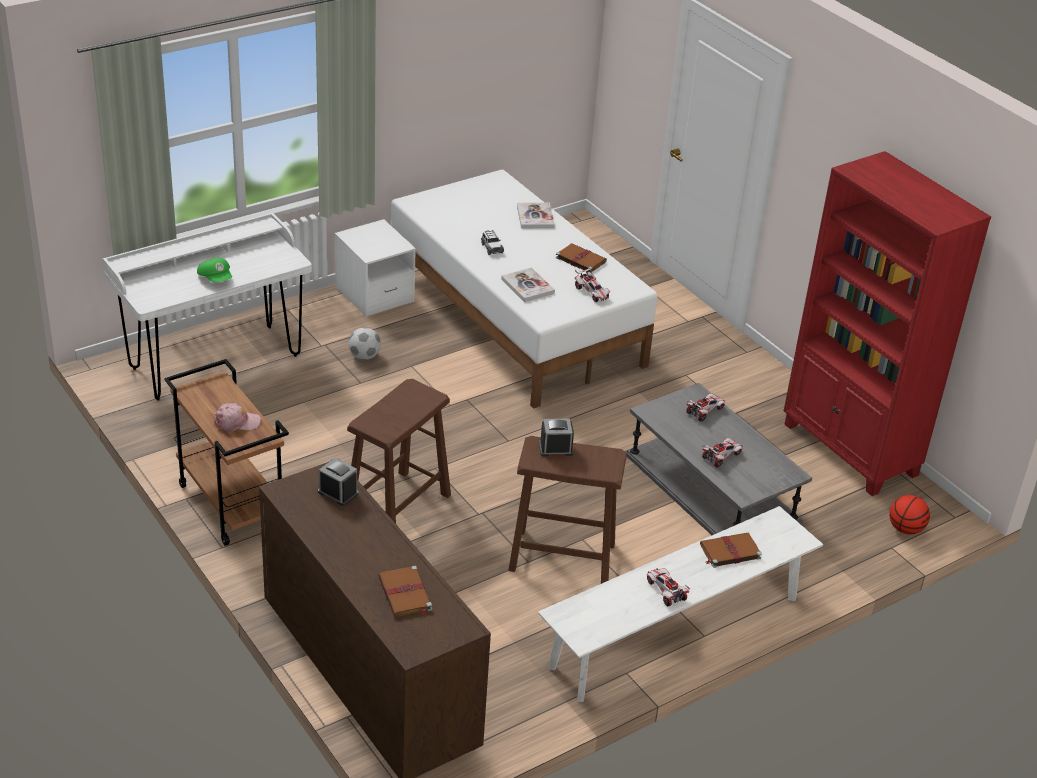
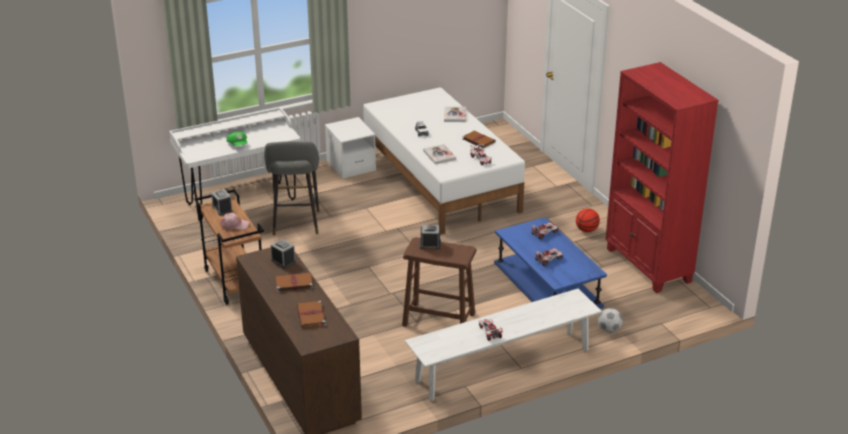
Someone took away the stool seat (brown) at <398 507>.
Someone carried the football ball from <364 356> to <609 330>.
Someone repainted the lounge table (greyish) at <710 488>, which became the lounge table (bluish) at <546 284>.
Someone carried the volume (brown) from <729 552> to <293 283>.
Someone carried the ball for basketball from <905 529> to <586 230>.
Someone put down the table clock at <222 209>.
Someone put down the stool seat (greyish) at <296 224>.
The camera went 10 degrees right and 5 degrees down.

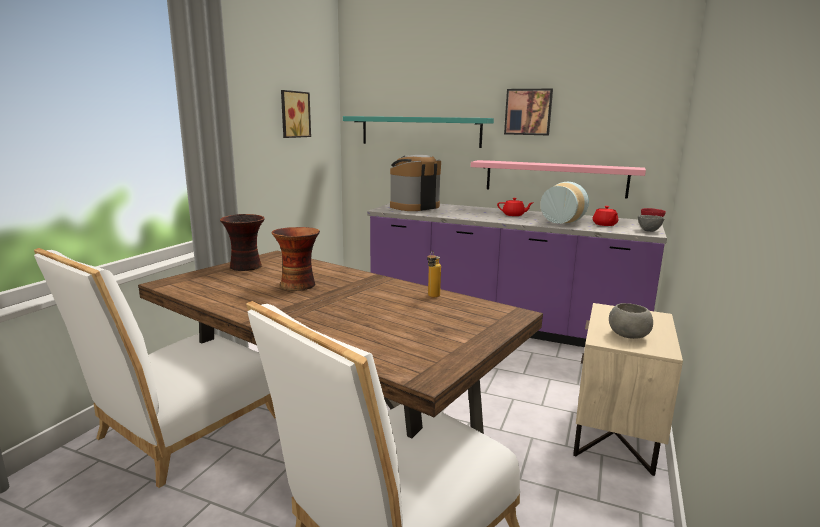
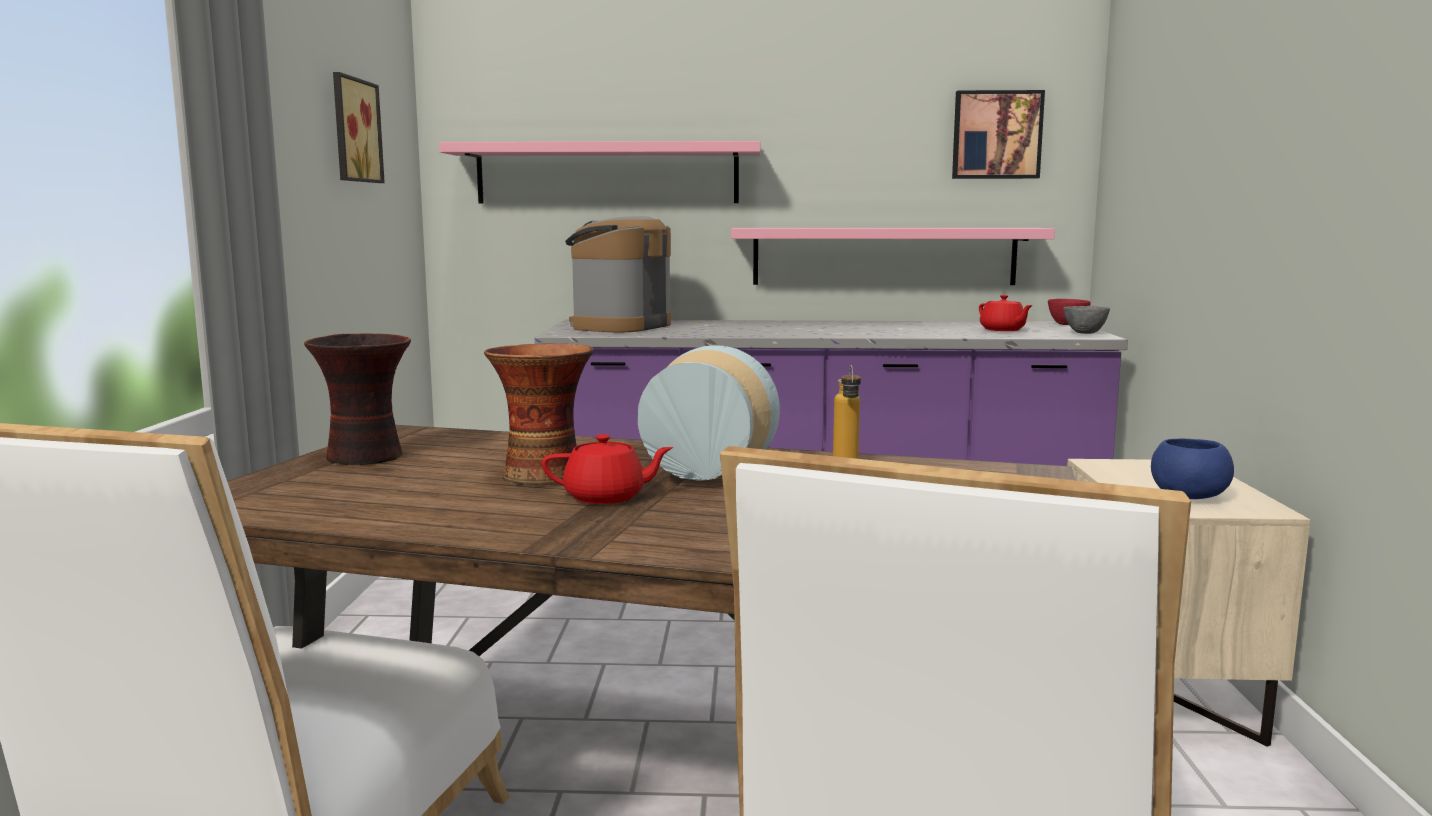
Someone repainted the bracket shelf (turquoise) at <420 131>, which became the bracket shelf (pink-coloured) at <607 174>.
Someone carried the teapot (red) from <514 215> to <606 497>.
Someone carried the picture from <528 112> to <996 135>.
Someone carried the vase from <564 223> to <714 472>.
Someone repainted the bowl (greyish) at <628 336>, which became the bowl (bluish) at <1189 497>.
The camera went 20 degrees left and 5 degrees down.

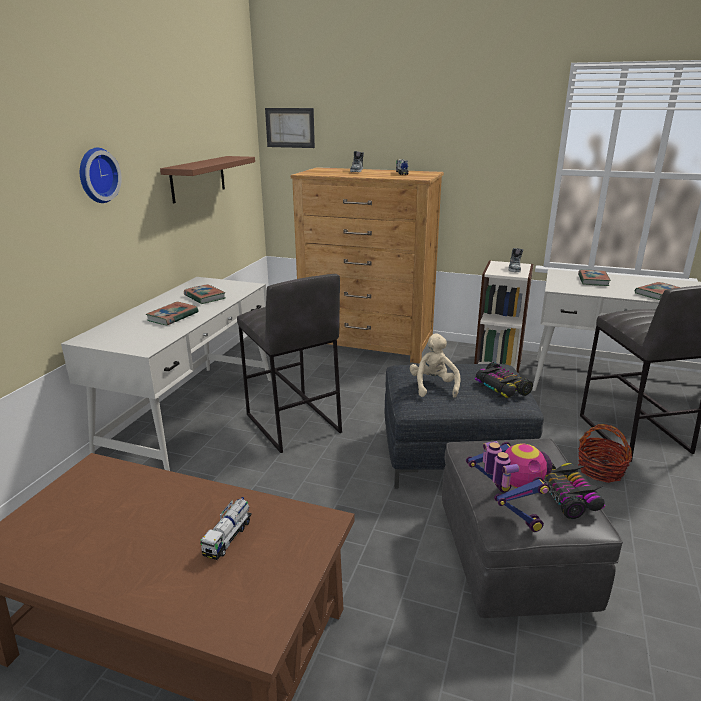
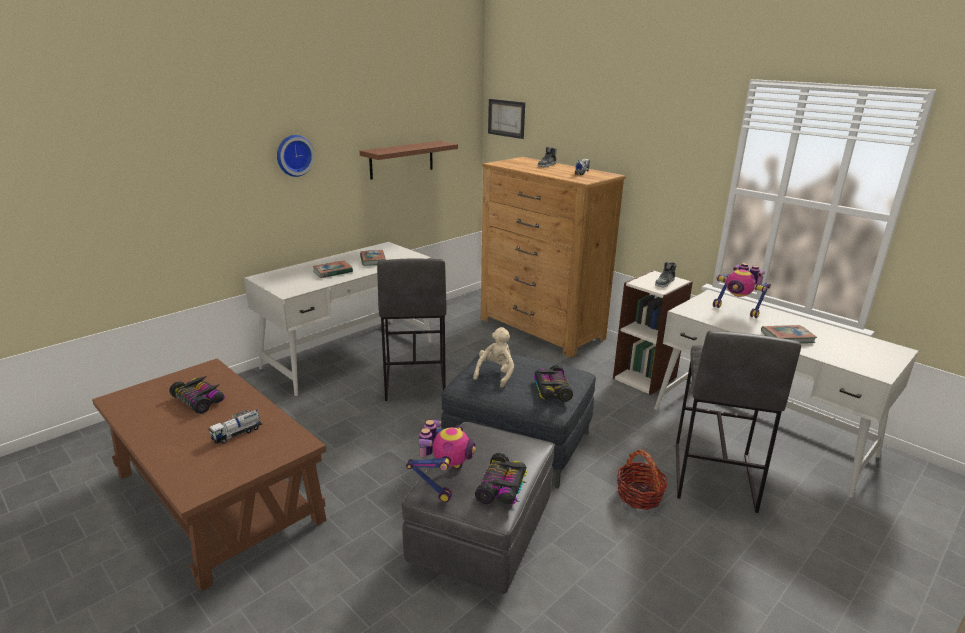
Someone swapped the volume at <593 280> for the model robot at <737 310>.
Someone put down the miniature car at <200 400>.
The camera went 25 degrees right and 0 degrees up.

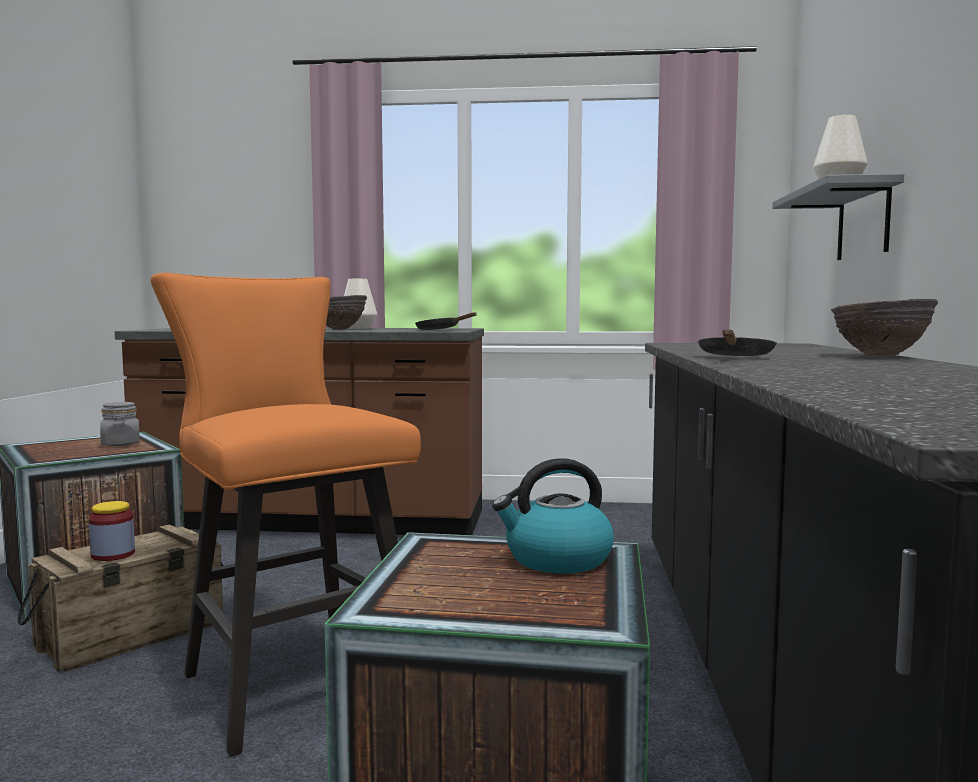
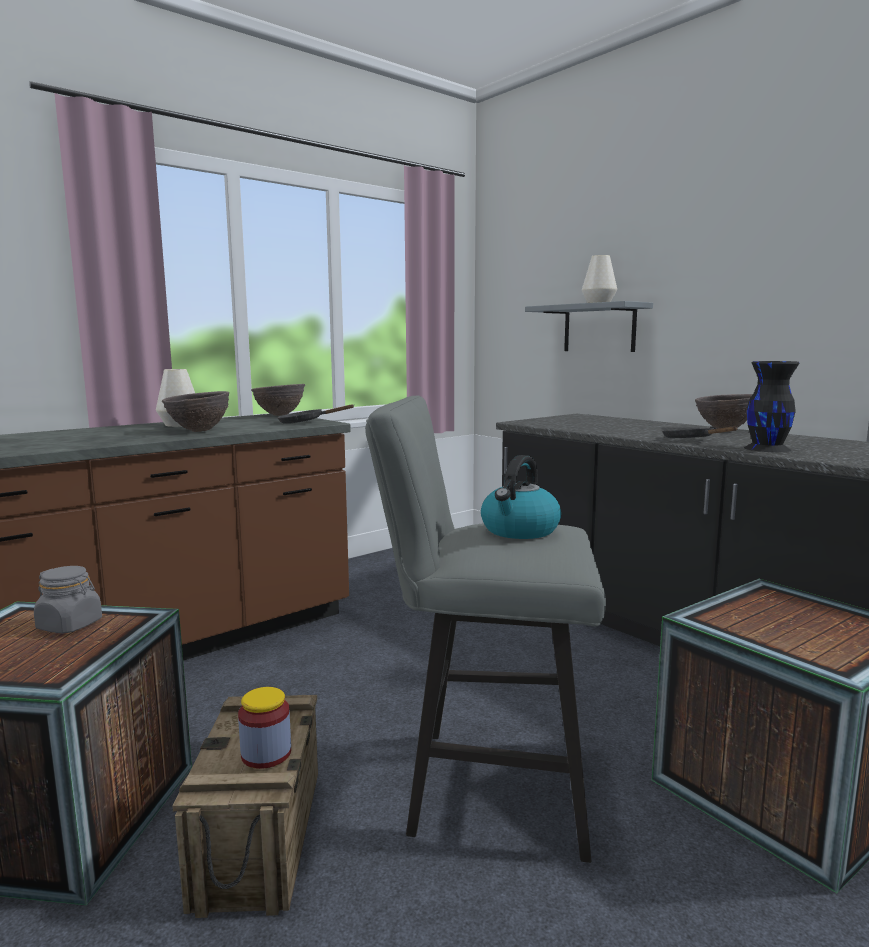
Someone repainted the stool seat (orange) at <291 677>, which became the stool seat (greyish) at <484 785>.
Someone carried the water kettle from <557 560> to <520 531>.
Someone put down the bowl (brown) at <279 415>.
Someone put down the vase (black-coloured) at <767 448>.
The camera went 45 degrees left and 5 degrees up.

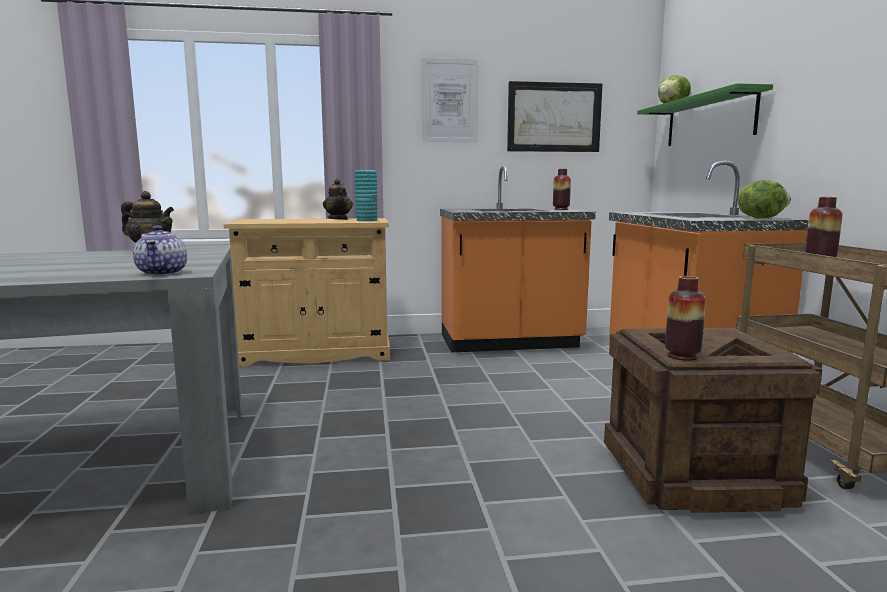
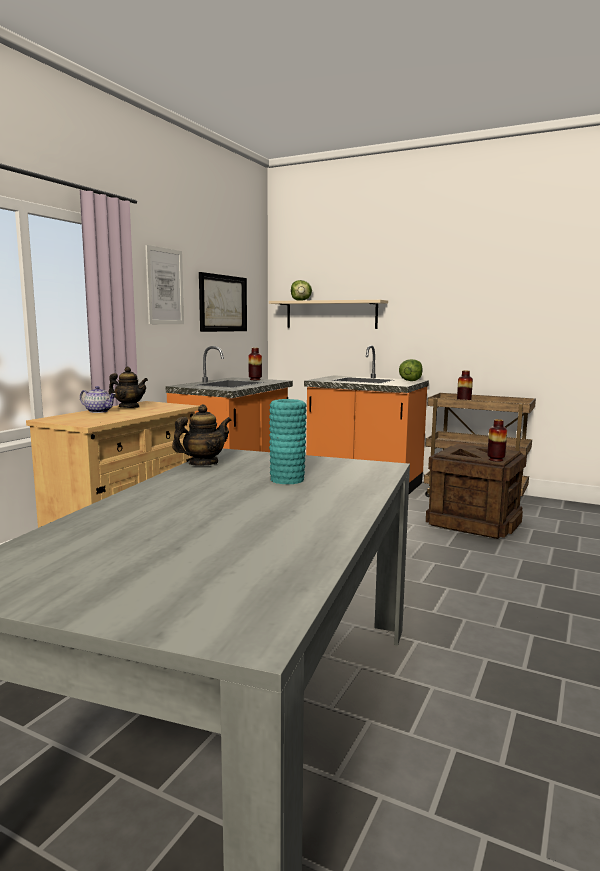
Someone carried the teapot from <163 273> to <99 411>.
Someone carried the vase (turquoise) from <367 220> to <287 480>.
Someone repainted the bracket shelf (greenish) at <709 120>, which became the bracket shelf (sand-coloured) at <331 314>.
The camera went 55 degrees left and 0 degrees up.

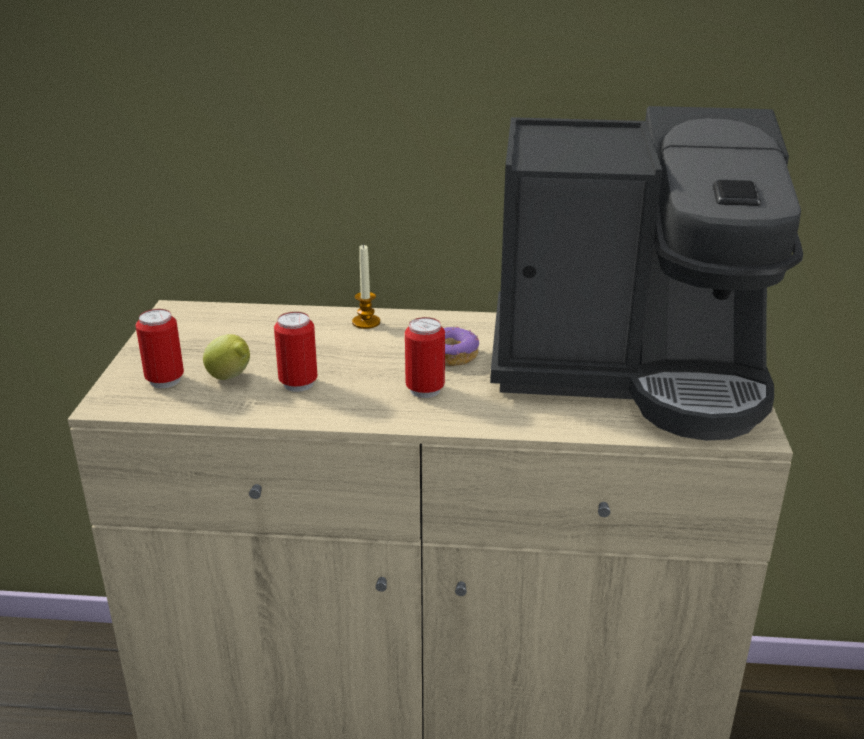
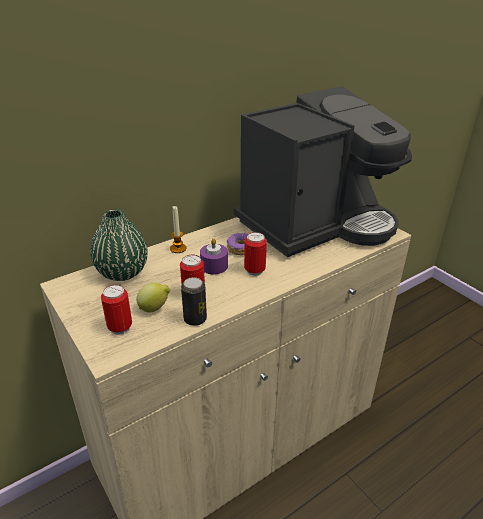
Someone put down the vase (greenish) at <122 272>.
Someone put down the can at <195 319>.
Someone put down the wax light (purple-coloured) at <214 266>.
The camera went 40 degrees left and 5 degrees up.

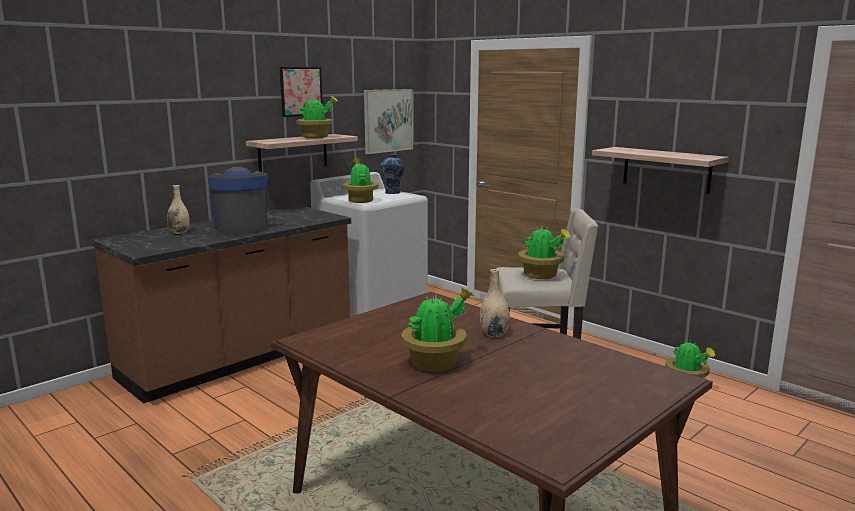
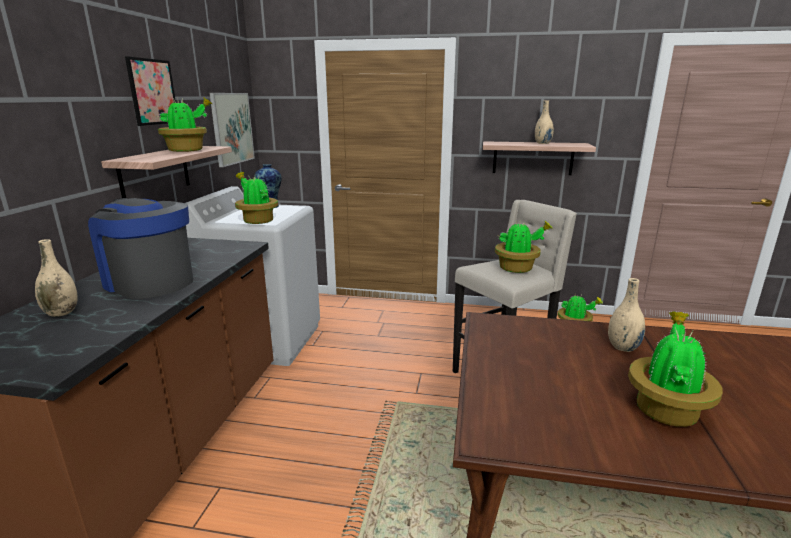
Someone put down the vase (sand-coloured) at <542 143>.
The camera went 35 degrees left and 5 degrees up.

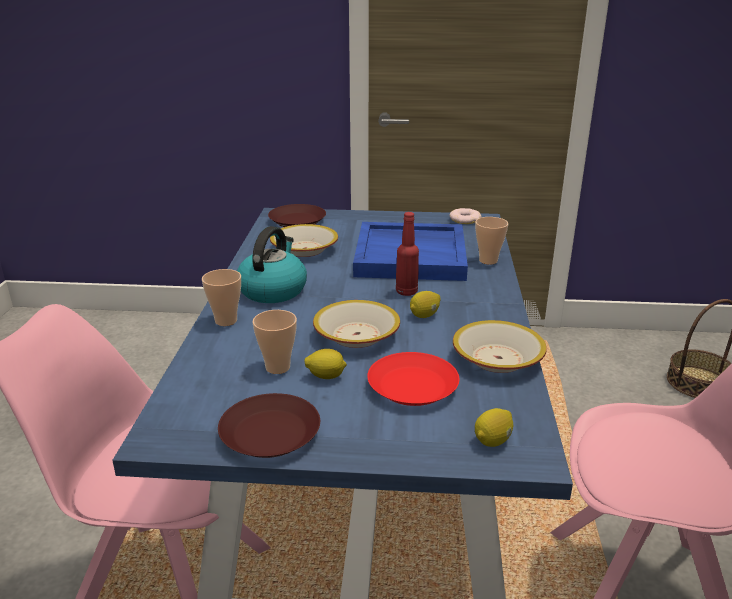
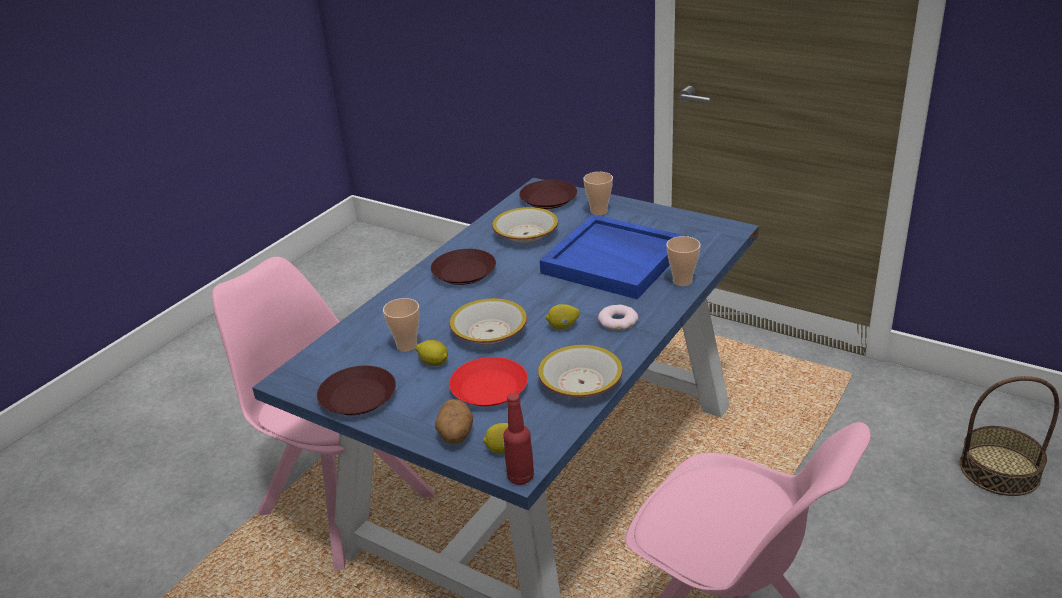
Someone carried the drinking cup from <226 321> to <599 211>.
Someone swapped the water kettle at <273 290> for the plate (brown) at <463 272>.
Someone carried the drink bottle (red) from <406 292> to <520 477>.
Someone carried the ring doughnut from <465 219> to <618 321>.
Someone put down the potato at <455 435>.
The camera went 30 degrees right and 5 degrees up.

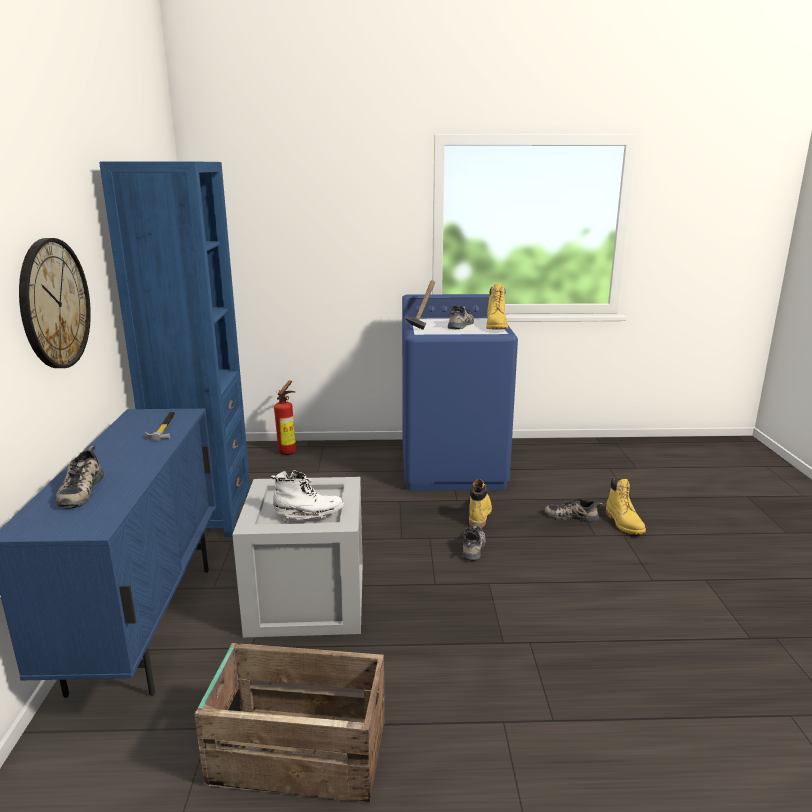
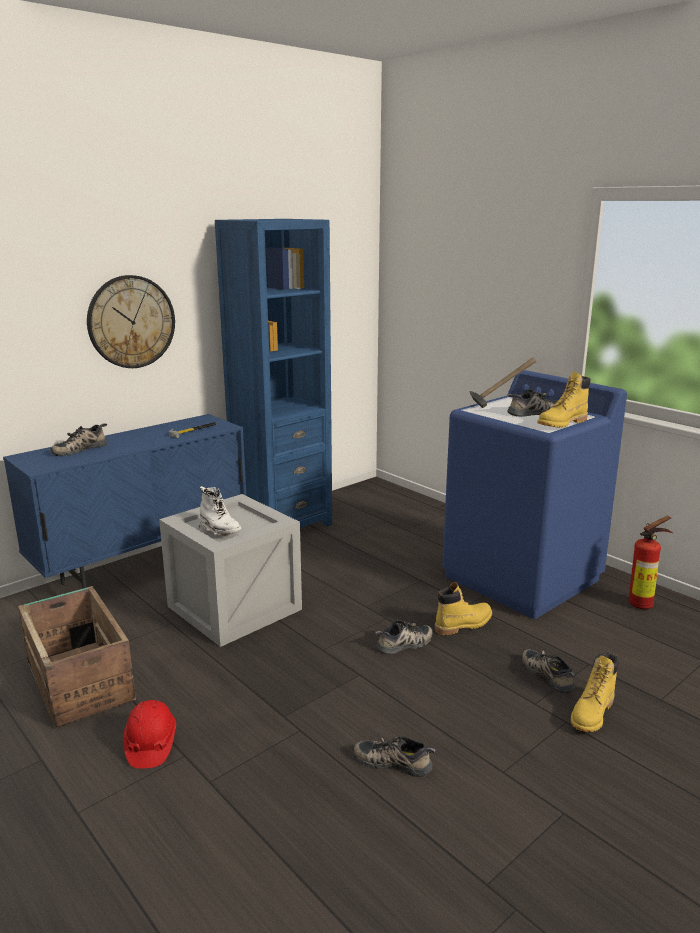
Someone carried the fire-fighting cylinder from <289 451> to <644 604>.
Someone put down the work helmet (red) at <150 745>.
Someone put down the shoe at <394 761>.
The camera went 50 degrees right and 0 degrees up.

